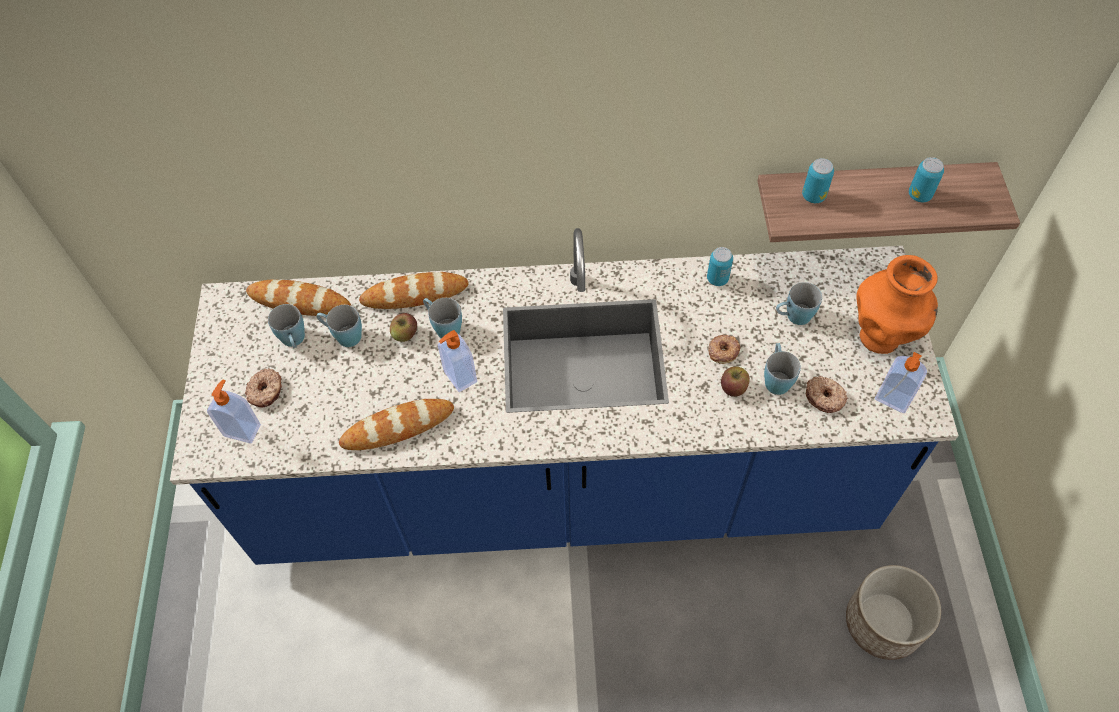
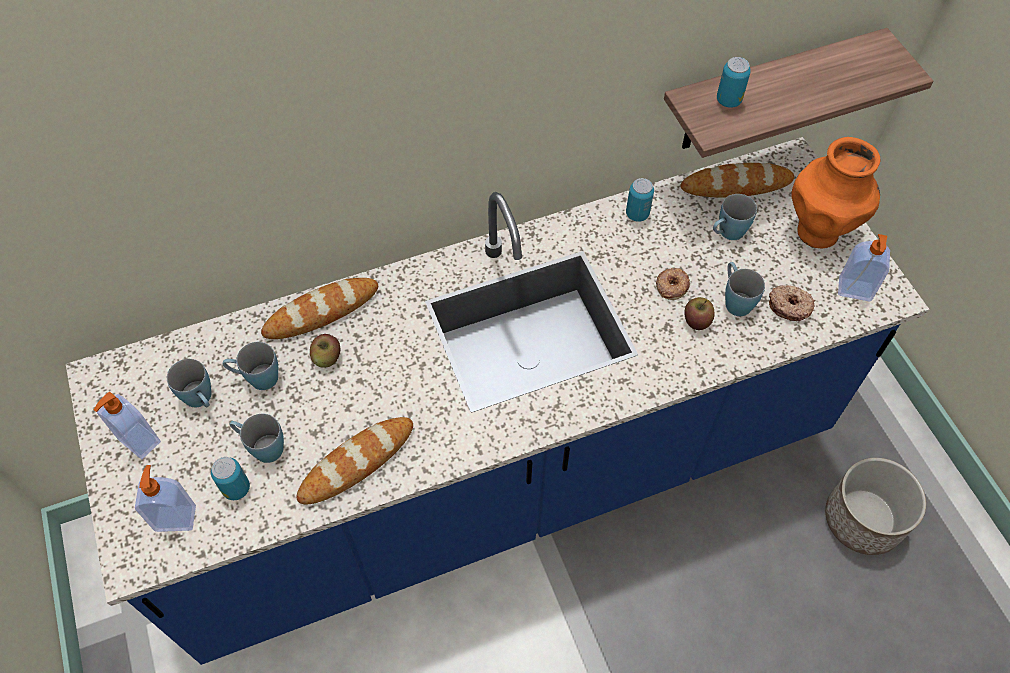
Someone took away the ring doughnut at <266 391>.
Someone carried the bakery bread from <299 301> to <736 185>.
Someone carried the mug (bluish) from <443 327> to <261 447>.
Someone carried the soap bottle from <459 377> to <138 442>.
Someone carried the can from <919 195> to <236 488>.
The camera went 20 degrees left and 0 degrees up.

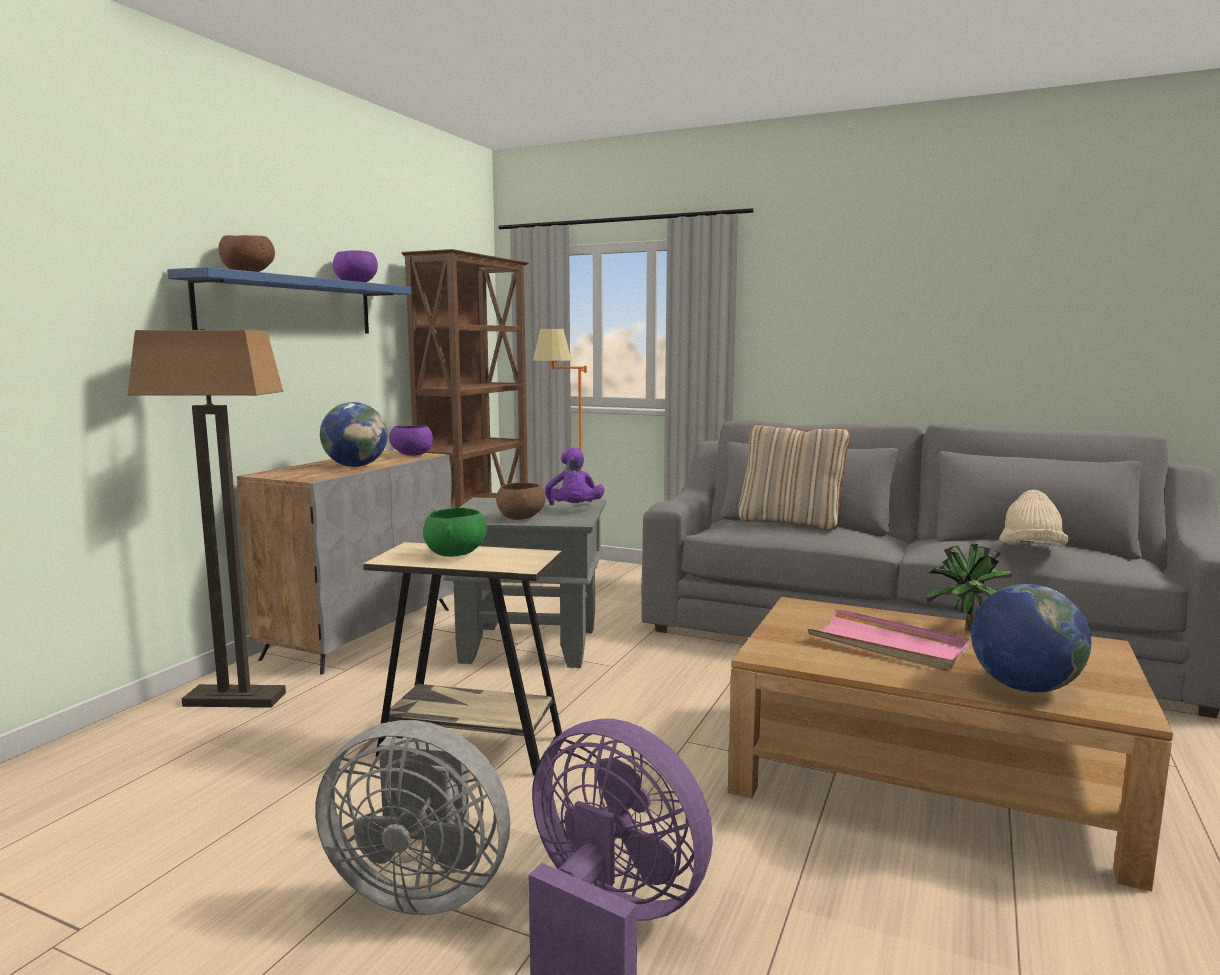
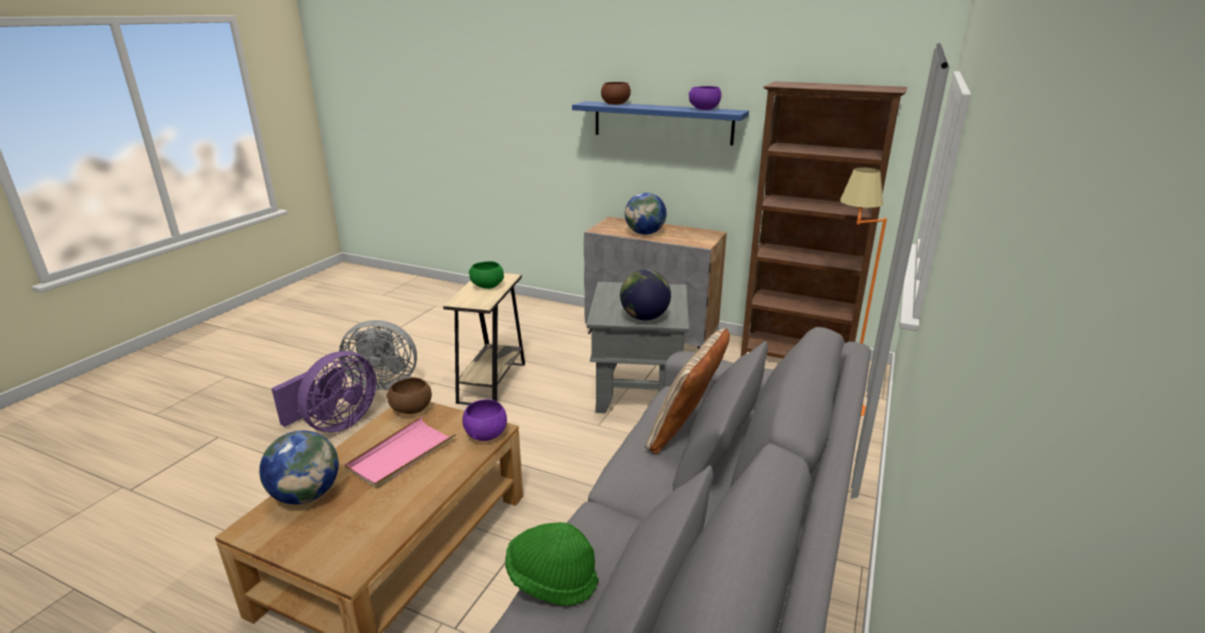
Someone took away the standing lamp at <236 699>.
Someone rotated the fan (greyish) at <420 888> by 105 degrees counterclockwise.
Someone carried the bowl (purple-coloured) from <411 455> to <486 434>.
Someone carried the bowl (brown) from <521 518> to <411 410>.
Someone swapped the plush toy (purple-coloured) at <574 509> for the desk globe at <644 317>.
Someone took away the plant in a pot at <966 631>.
Someone repainted the hat (sand-coloured) at <1031 550>, which became the hat (greenish) at <551 580>.
The camera went 90 degrees right and 15 degrees up.

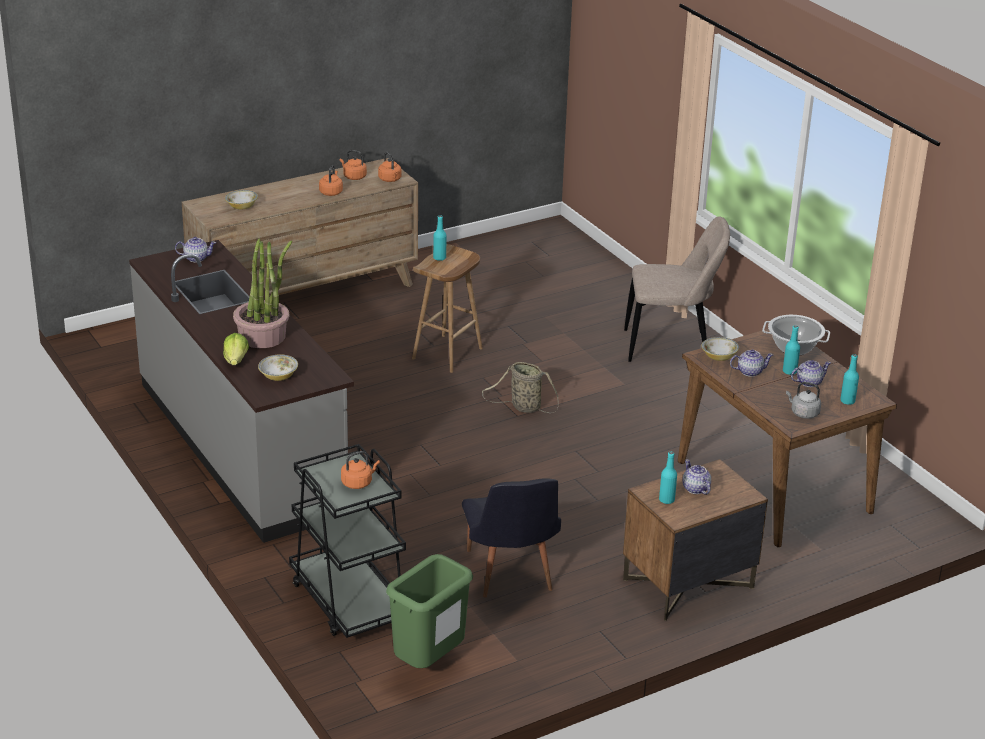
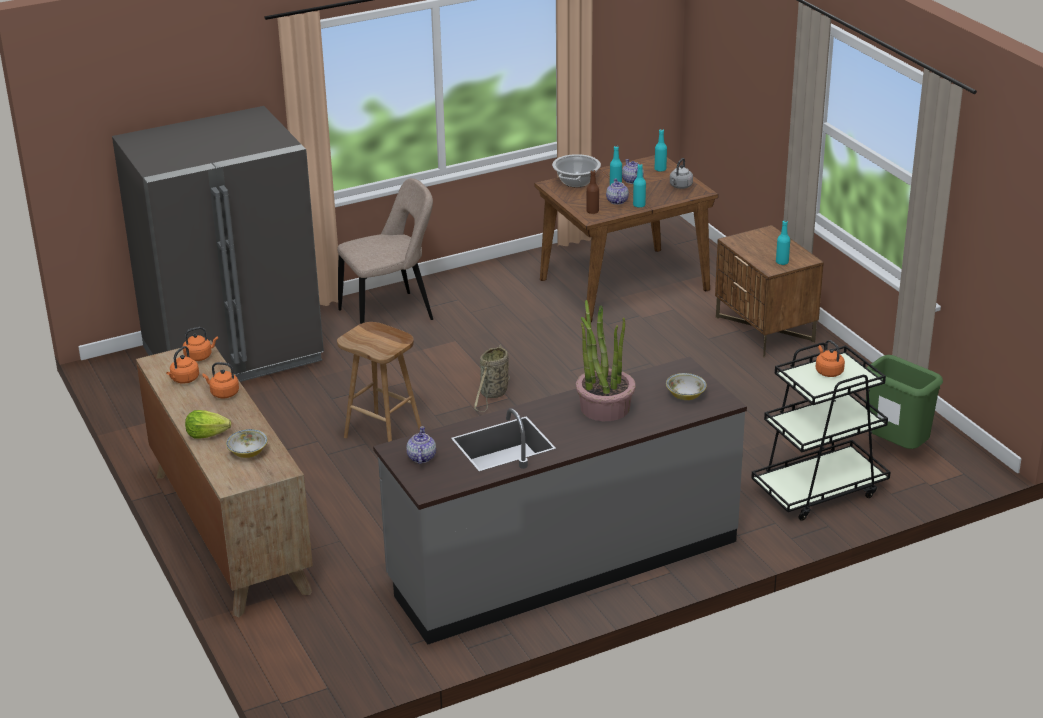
Someone carried the lettuce head from <236 360> to <206 435>.
Someone carried the drink bottle (turquoise) from <439 258> to <639 205>.
Someone took away the chair (black-coloured) at <510 576>.
Someone rotated the chair (sand-coloured) at <671 347> by 60 degrees clockwise.
Someone took away the teapot at <695 489>.
Someone swapped the bowl at <719 357> for the drink bottle (brown) at <592 211>.
Someone put down the kitchen fridge (greyish) at <234 355>.
The camera went 85 degrees left and 0 degrees up.

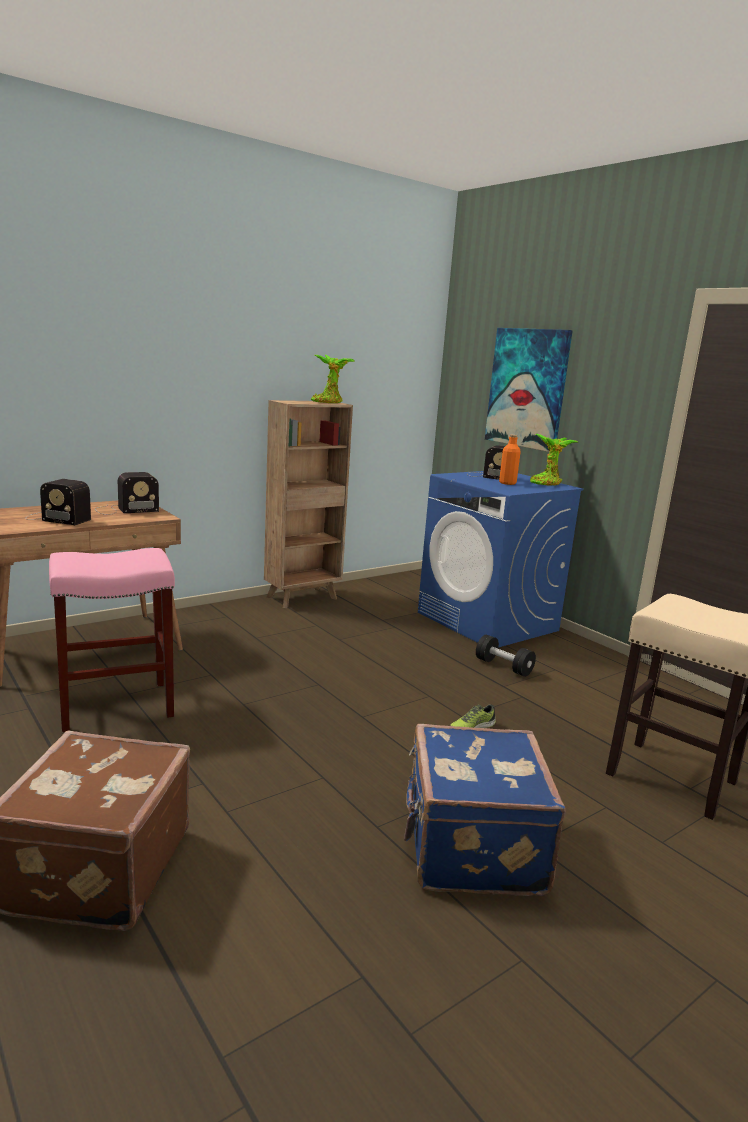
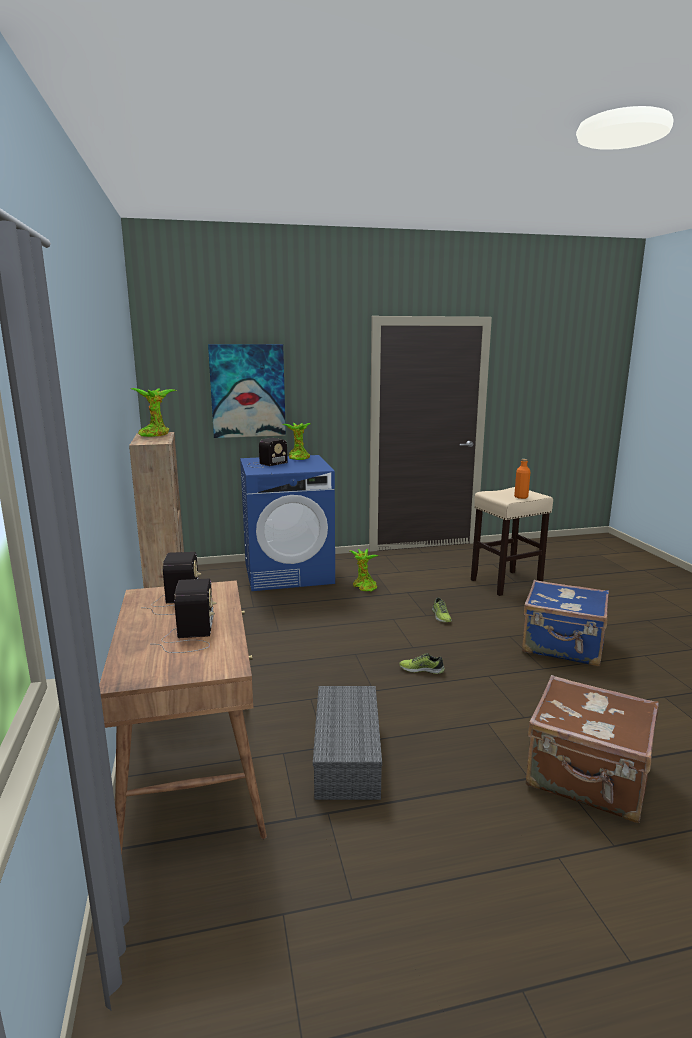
Someone rotated the radio set at <56 518> by 45 degrees counterclockwise.
Someone swapped the stool seat (pink-coloured) at <114 706> for the storage box (greyish) at <348 757>.
Someone swapped the hand weight (black-coloured) at <503 667> for the plant in a pot at <363 587>.
Someone carried the drink bottle (orange) from <507 483> to <521 497>.
Someone put down the shoe at <421 669>.
The camera went 65 degrees left and 0 degrees up.

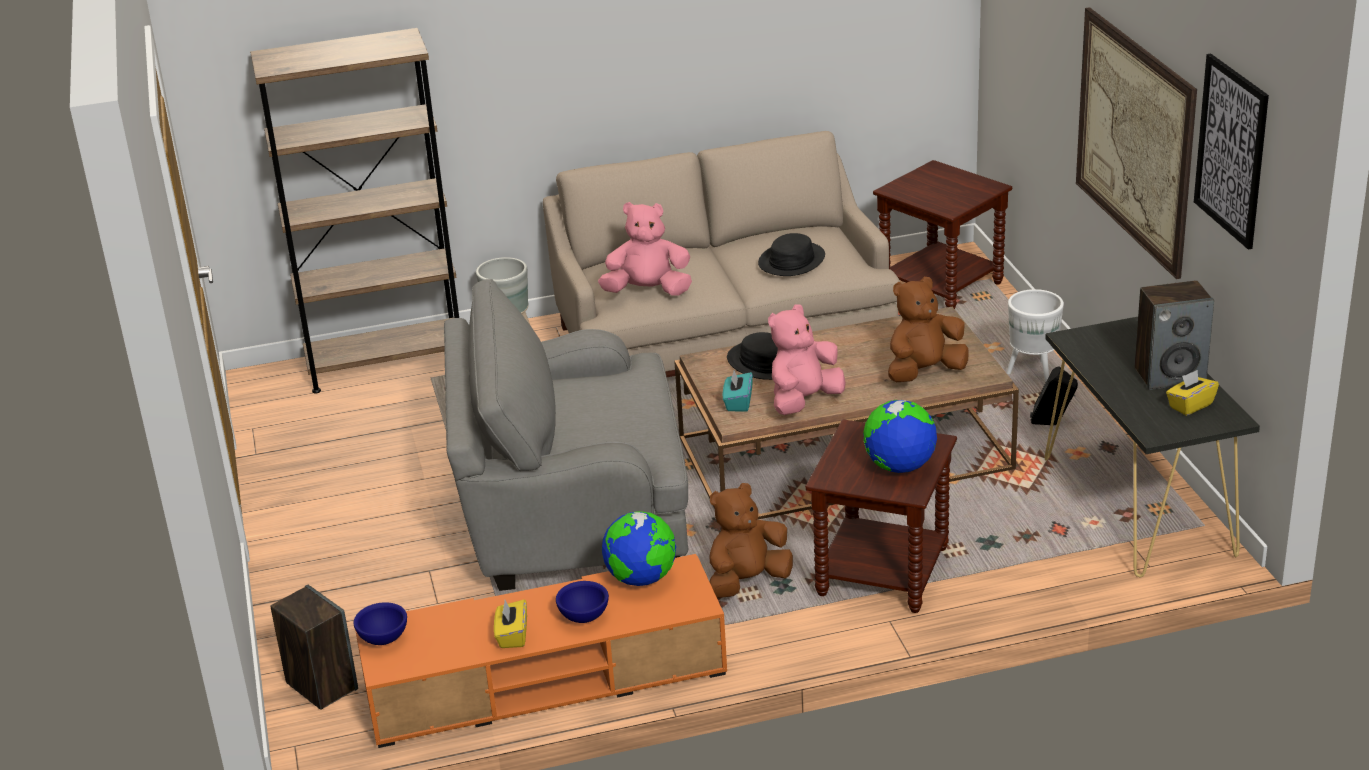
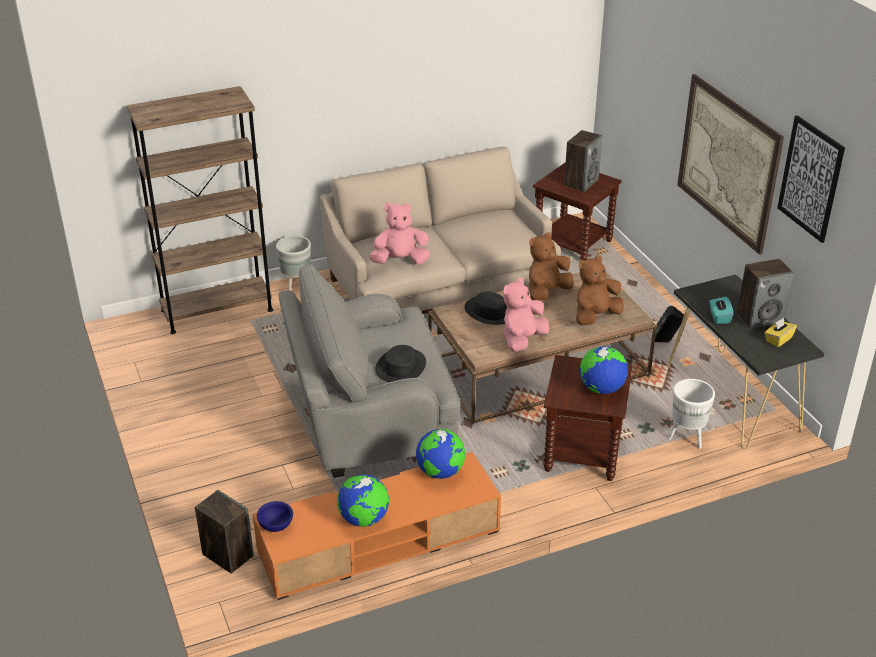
Someone swapped the box of tissues (yellow-coloured) at <512 636> for the desk globe at <364 519>.
Someone took away the bowl (bluish) at <583 617>.
Someone carried the plush toy (brown) from <747 582> to <547 292>.
Someone carried the box of tissues (turquoise) from <738 403> to <719 317>.
Someone carried the hat (black-coloured) from <791 260> to <400 367>.
Someone carried the planter (white) from <1033 373> to <687 438>.
Someone put down the loudspeaker at <581 183>.
The camera went 10 degrees left and 5 degrees up.

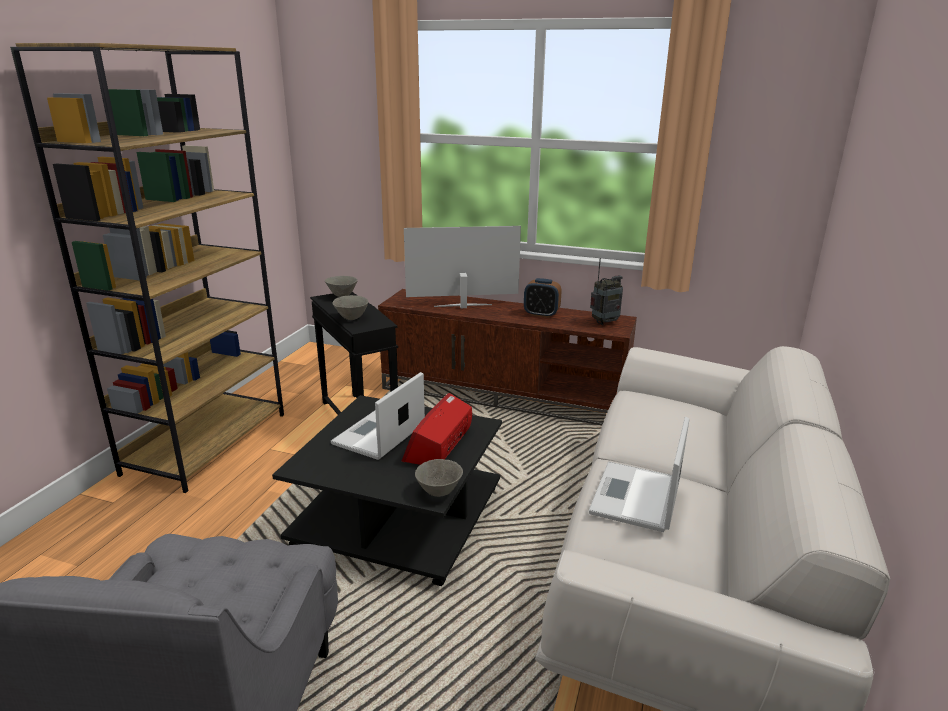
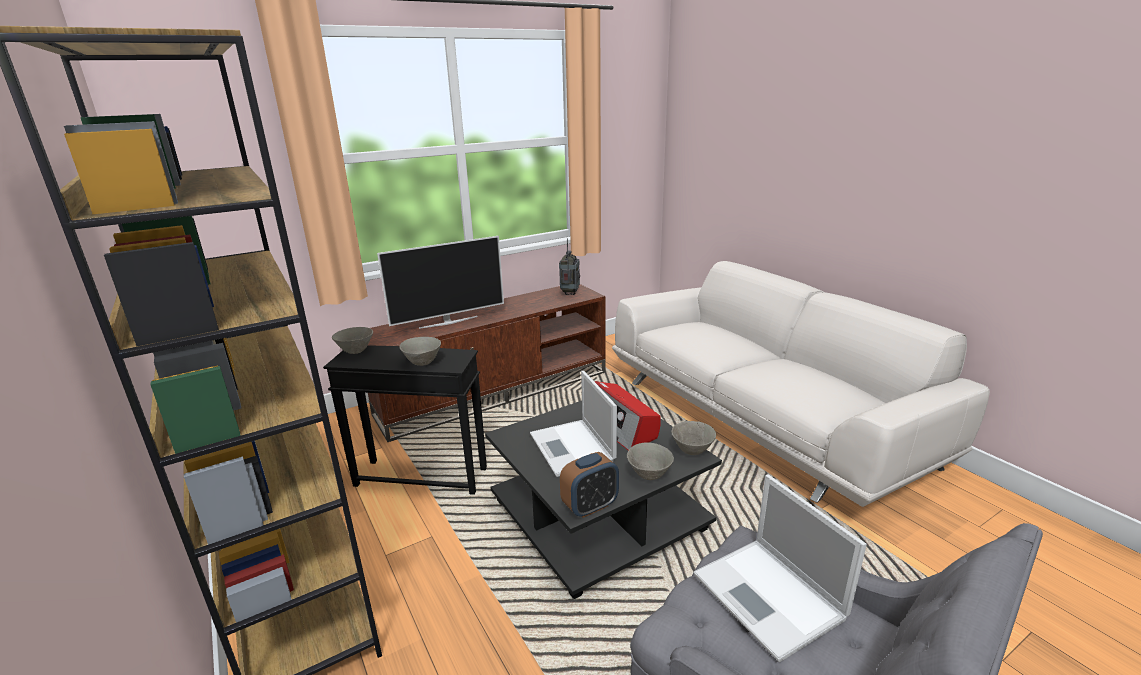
Someone rotated the TV set at <463 306> by 150 degrees counterclockwise.
Someone carried the table clock from <541 314> to <590 506>.
Someone carried the notebook computer from <636 498> to <770 597>.
Someone put down the bowl (greyish) at <649 475>.
The camera went 50 degrees left and 0 degrees up.

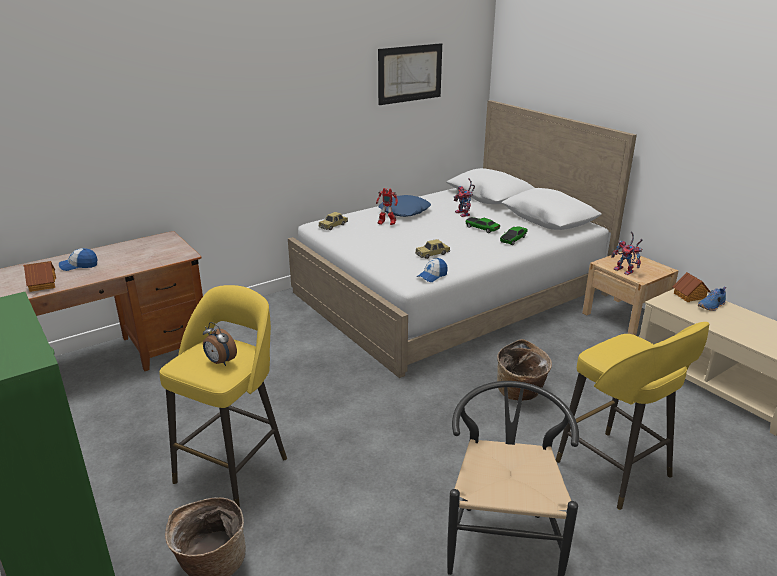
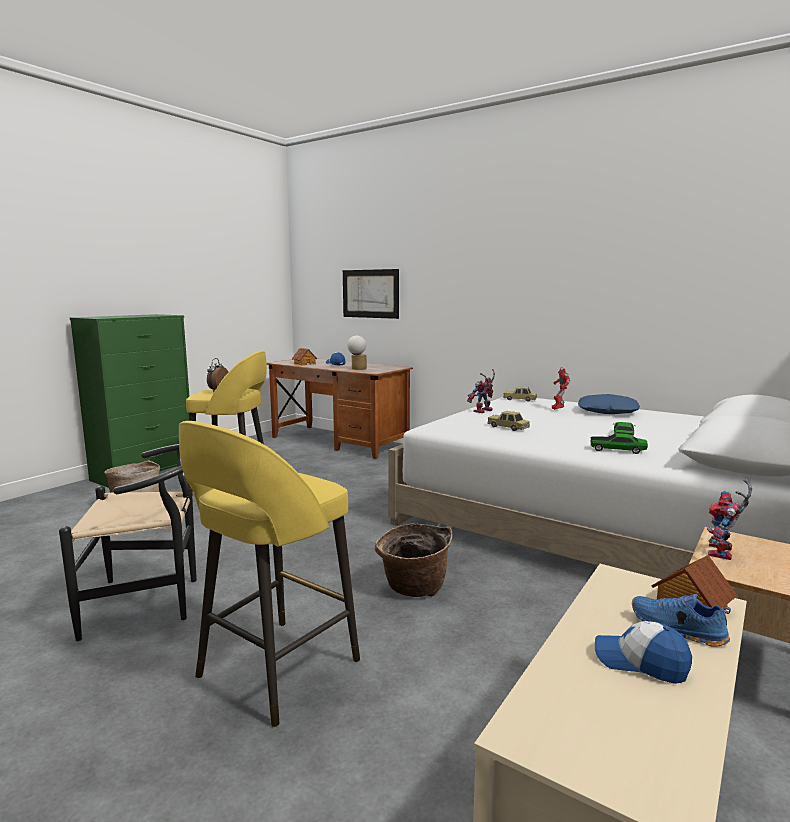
Someone carried the picture from <410 73> to <370 293>.
Someone carried the baseball cap from <432 276> to <640 662>.
Someone carried the model robot from <464 214> to <483 411>.
Someone put down the tabletop lamp at <357 369>.
The camera went 70 degrees right and 15 degrees down.

